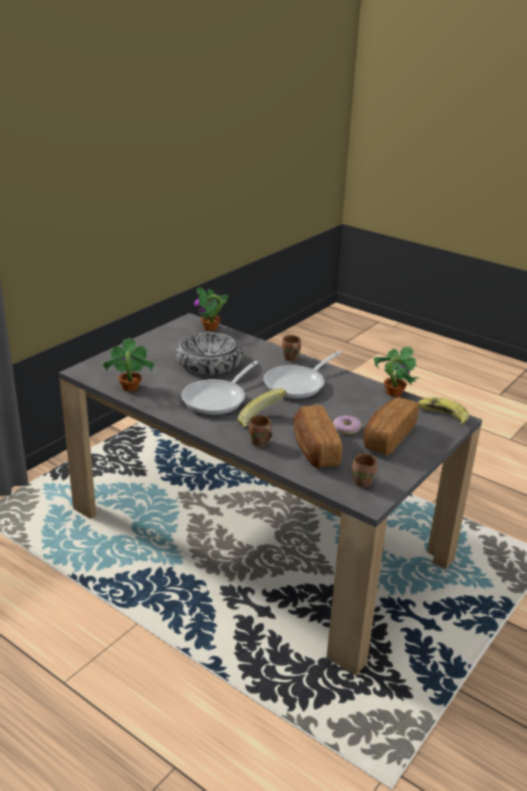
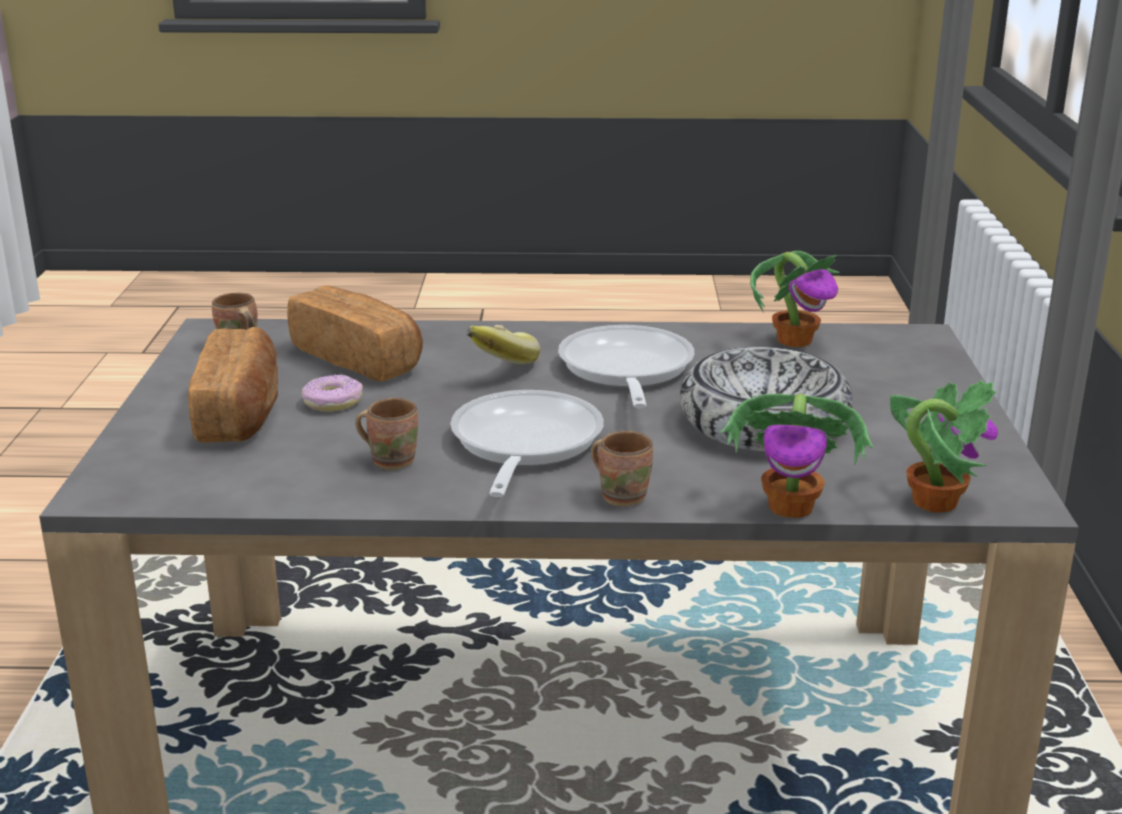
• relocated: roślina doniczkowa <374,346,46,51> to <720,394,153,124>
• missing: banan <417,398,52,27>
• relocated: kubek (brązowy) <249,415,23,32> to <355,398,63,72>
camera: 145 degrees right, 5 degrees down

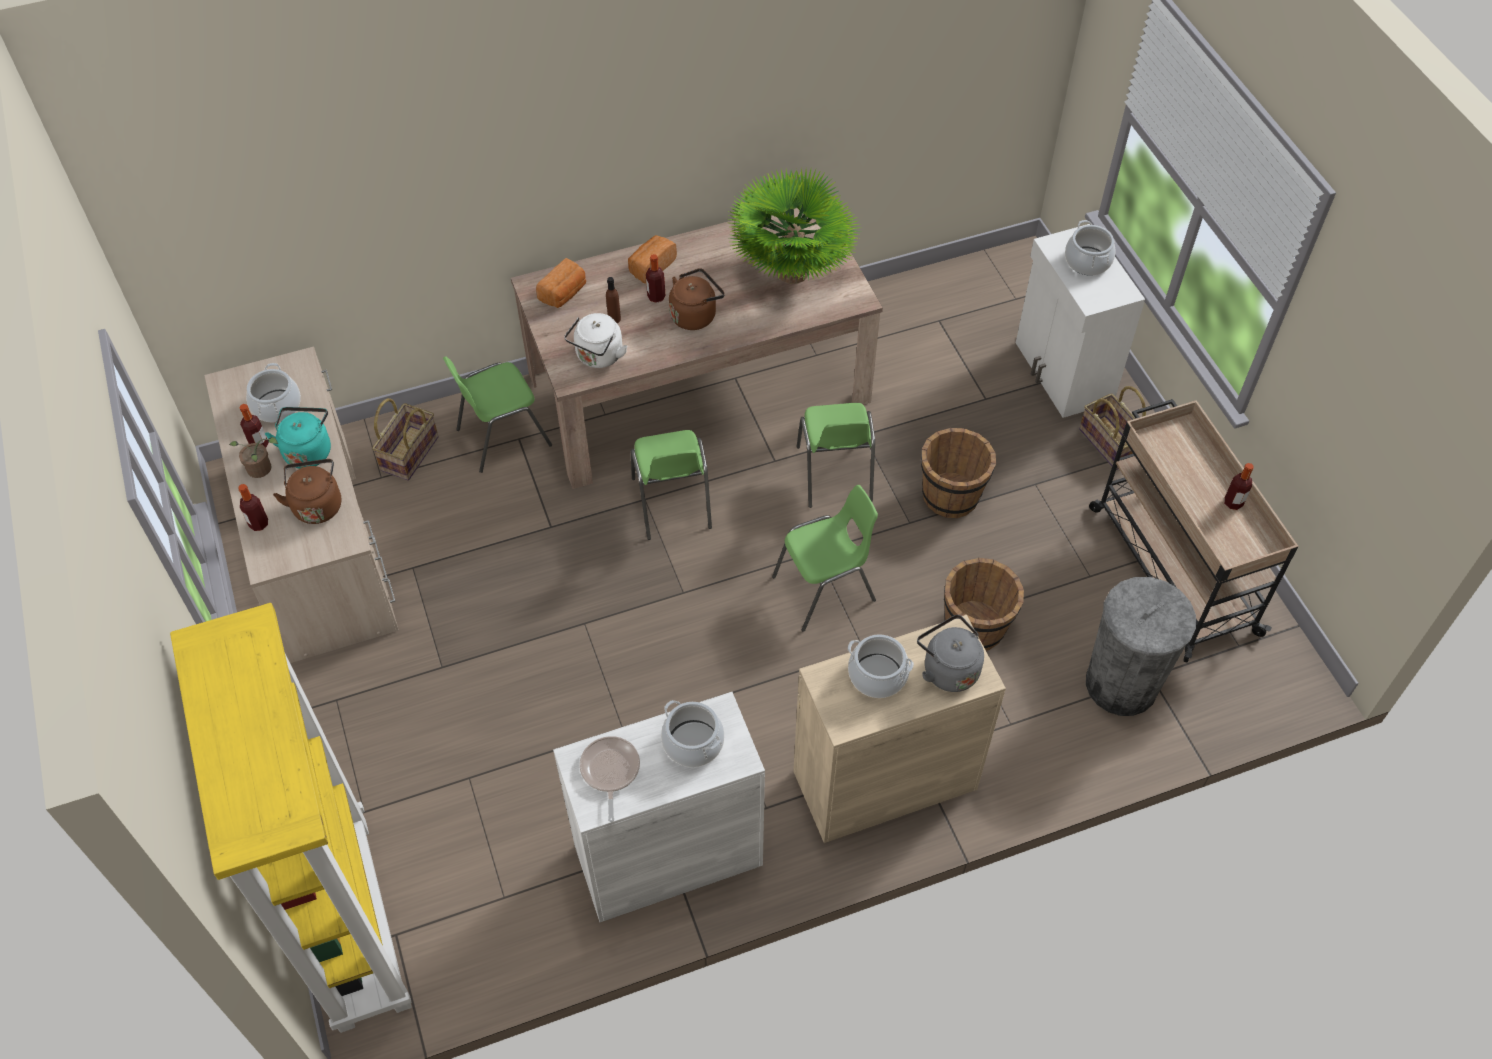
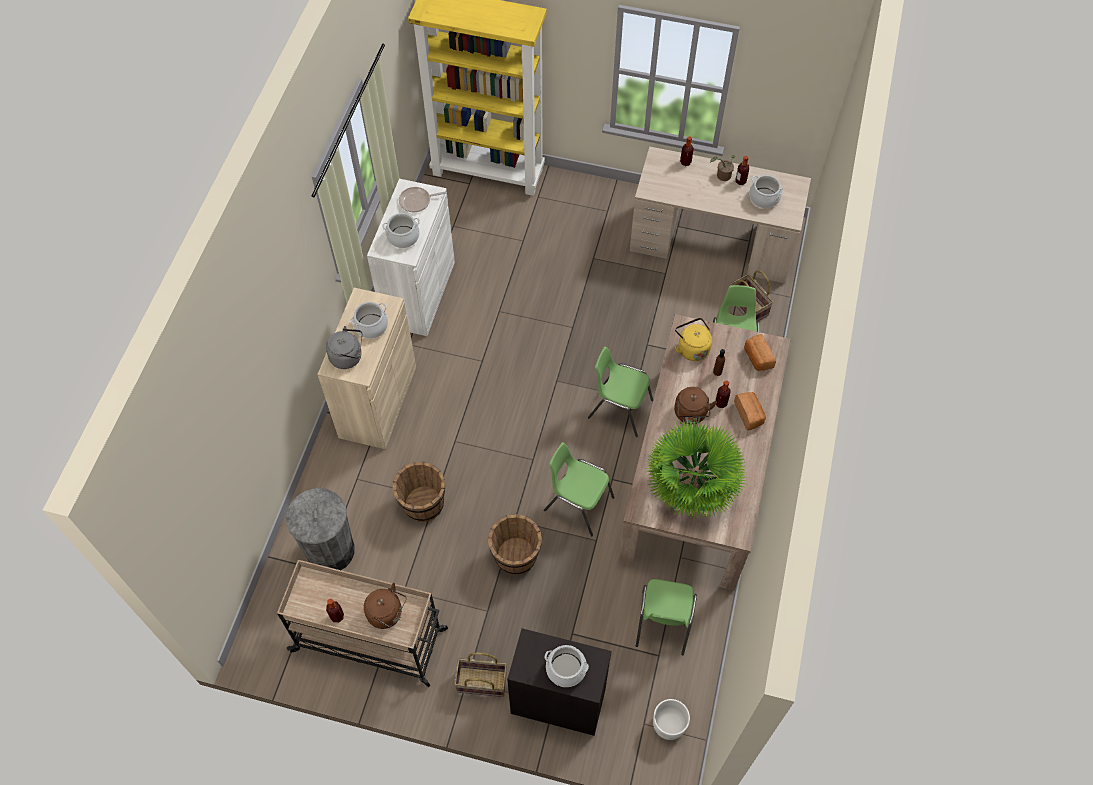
• colour: szafka (biały) <1016,223,129,195> to szafka (czarny) <507,628,105,108>
• colour: czajnik (biały) <564,313,63,55> to czajnik (żółty) <675,318,37,43>
• missing: czajnik (turkusowy) <265,407,66,62>
• relocated: czajnik (brązowy) <273,459,68,65> to <364,583,43,46>
• relocated: krzesło (zielony) <772,485,106,147> to <636,579,61,76>
• spun: patelnia <580,736,60,86> = <399,187,48,25> 135 degrees clockwise
• appeared: donica (biały) <653,699,37,41>
camera: 125 degrees right, 5 degrees up

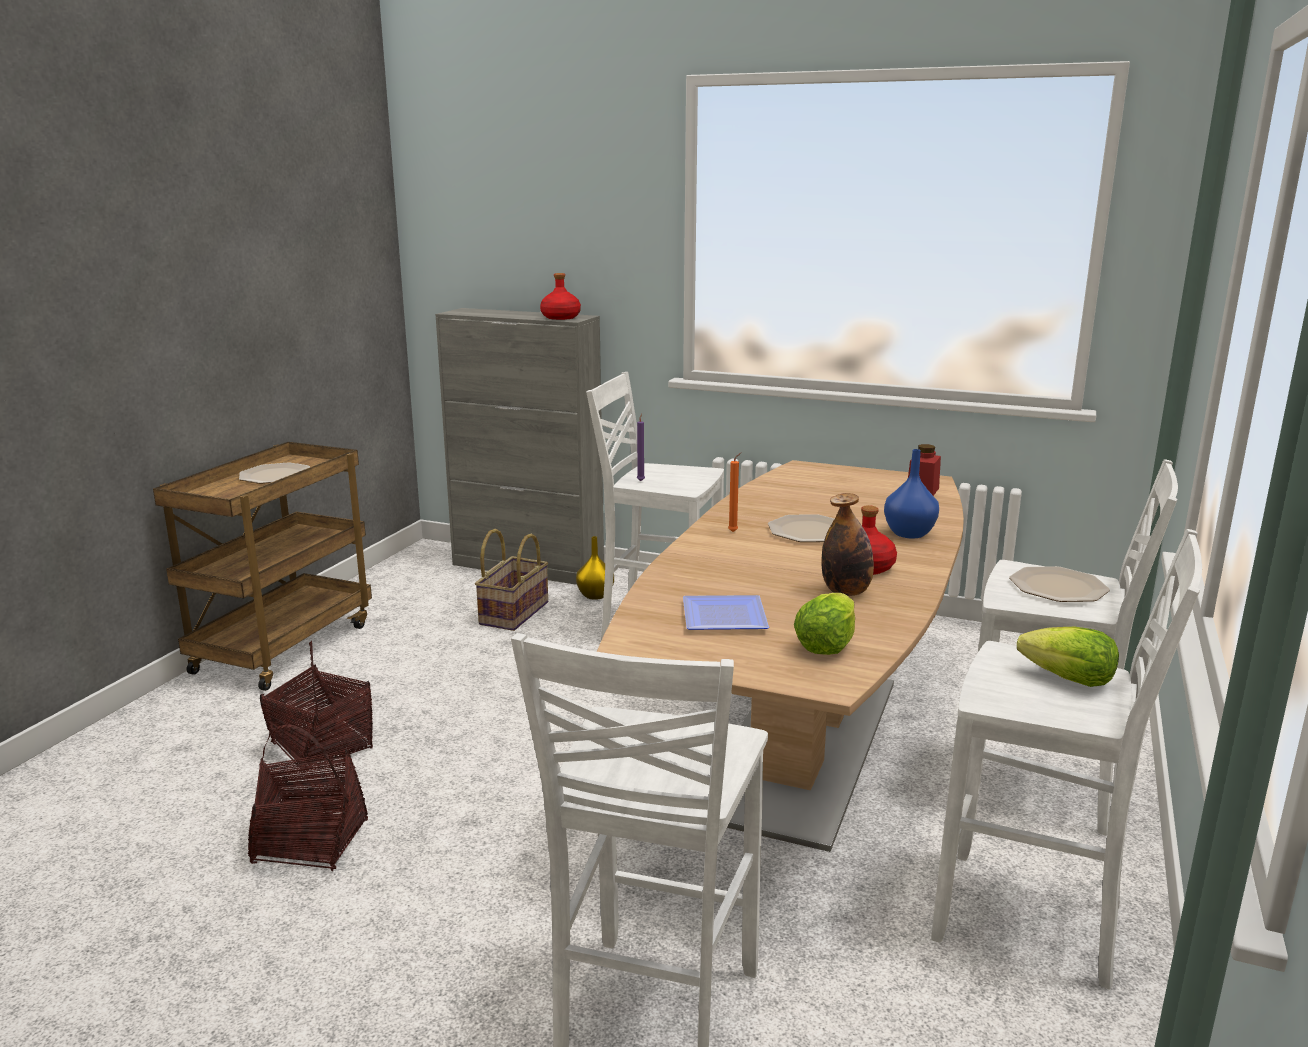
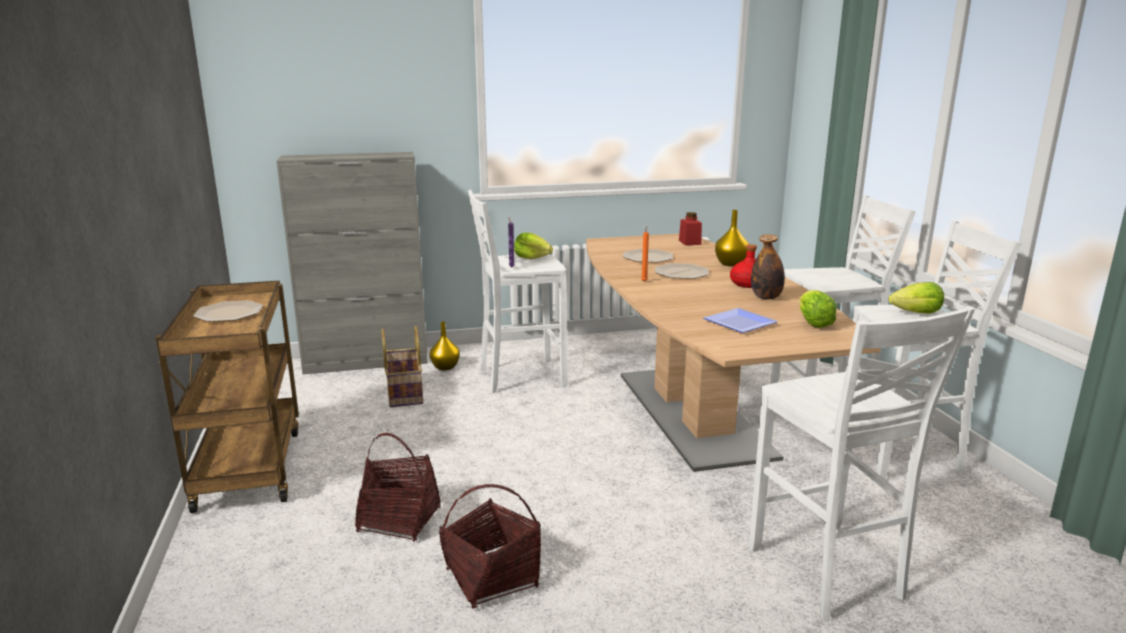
• missing: butelka (czerwony) <540,273,41,47>
• colour: wazon (niebieski) <884,449,55,89> to wazon (żółty) <715,210,34,57>
• relocated: talerz <1009,566,101,36> to <623,249,50,14>
• appeared: sałata <514,233,39,26>
camera: 35 degrees left, 0 degrees up

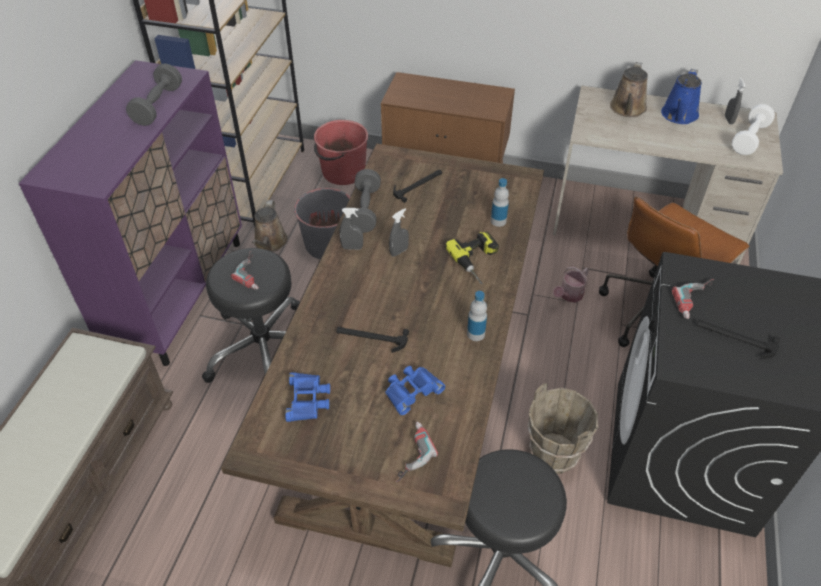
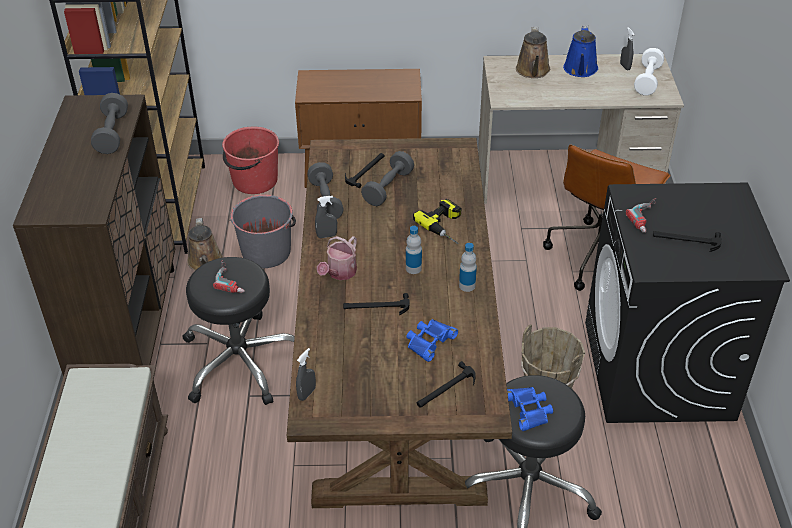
• colour: szafka (fioletowy) <19,60,223,306> to szafka (brązowy) <13,95,162,281>
• relocated: butelka <491,178,18,49> to <406,226,16,48>
• relocated: spryskiwacz (szary) <389,208,20,48> to <296,348,20,53>
• relocated: konewka <553,267,36,35> to <317,236,40,44>
• relocated: lornetka (niebieski) <285,372,45,50> to <507,387,46,44>
• exchanged: wiertarka <396,422,42,60> to młotek <416,361,60,47>
• appeared: hantel (szary) <361,151,53,55>
camera: 15 degrees left, 5 degrees down

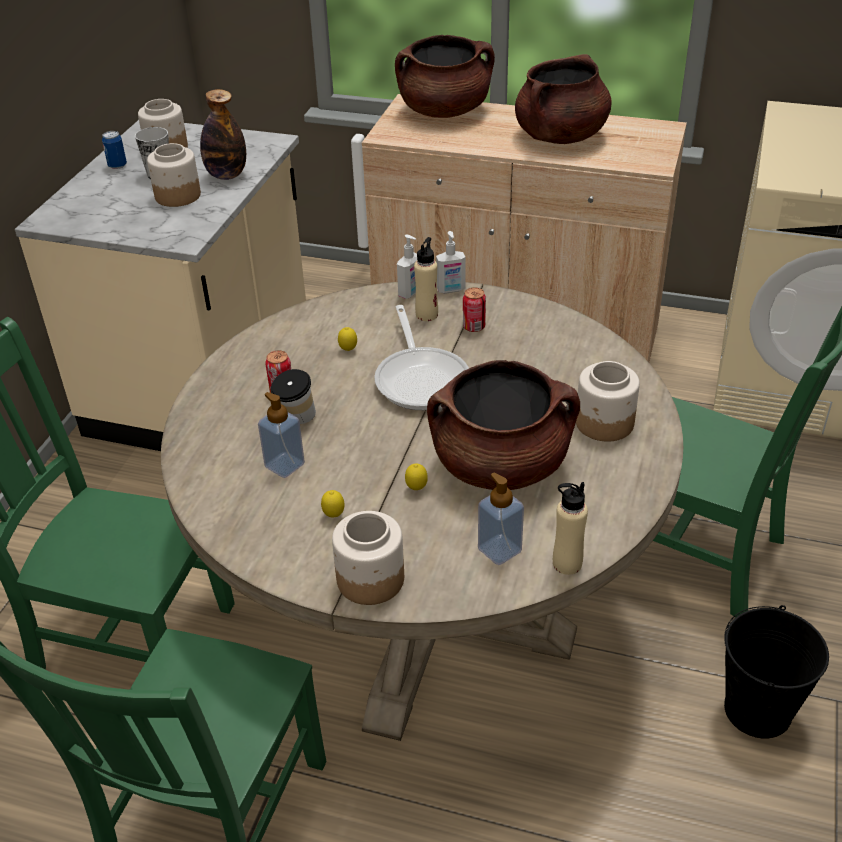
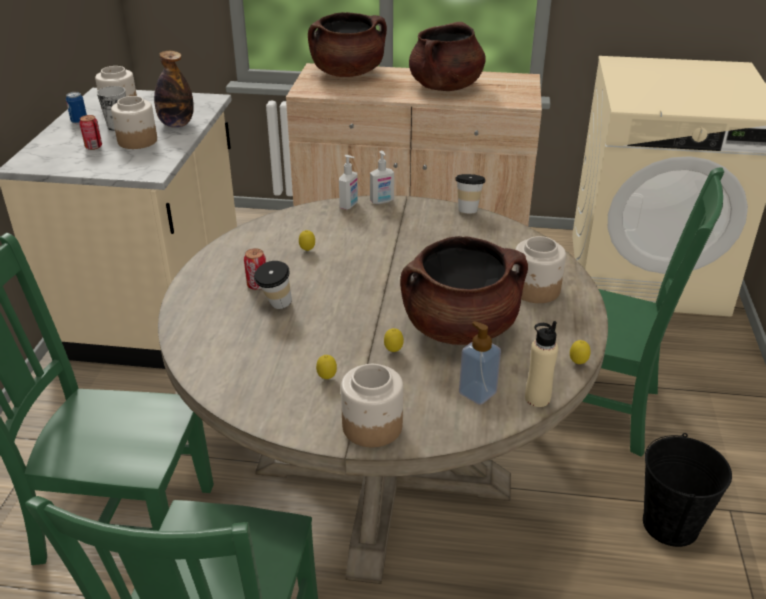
• missing: butelka (beżowy) <414,237,24,84>
• relocated: puszka <463,287,23,45> to <79,115,23,35>
• missing: patelnia <374,305,95,105>
• missing: dozownik mydła <258,392,47,86>
• appeared: filiżanka <455,174,31,39>
• appeared: cytryna <570,340,21,24>
camera: 10 degrees left, 5 degrees down

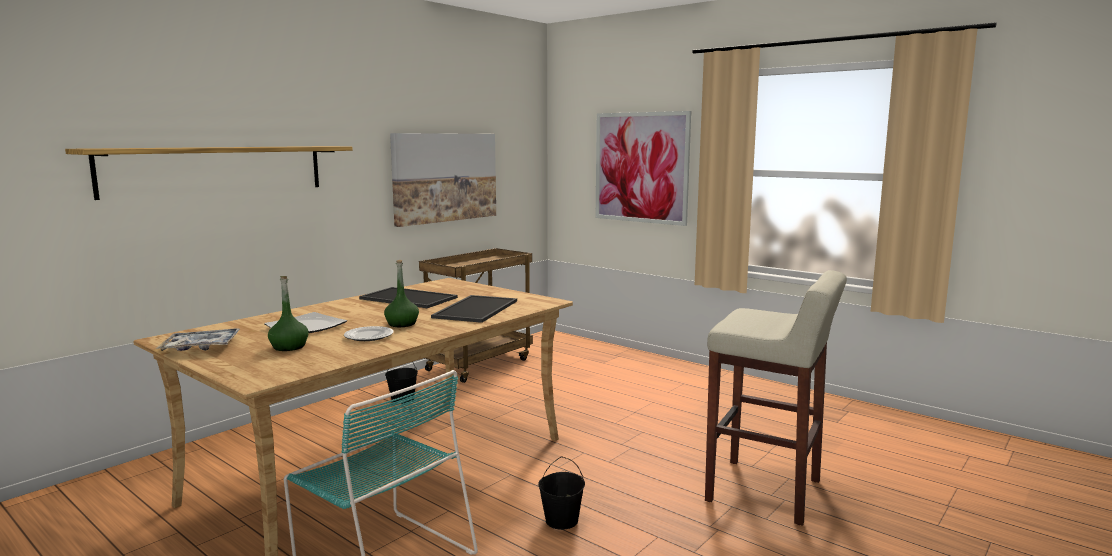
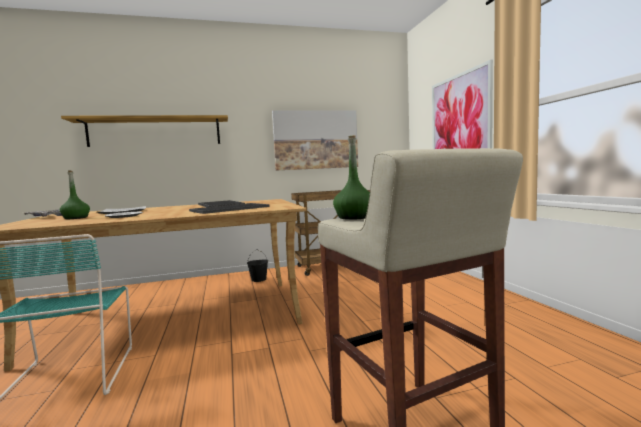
• relocated: butelka (zielony) <384,260,35,67> to <333,135,37,85>
• missing: wiadro (czarny) <538,456,47,74>
camera: 35 degrees right, 5 degrees down

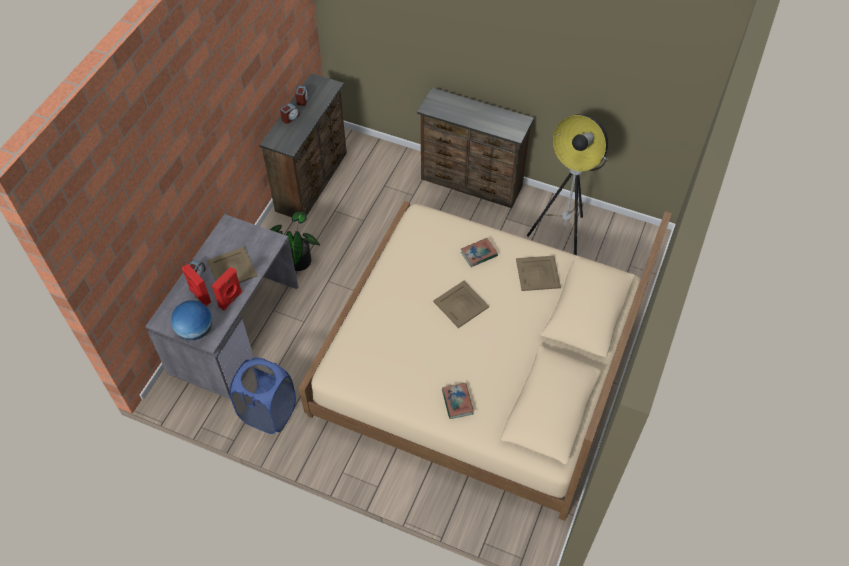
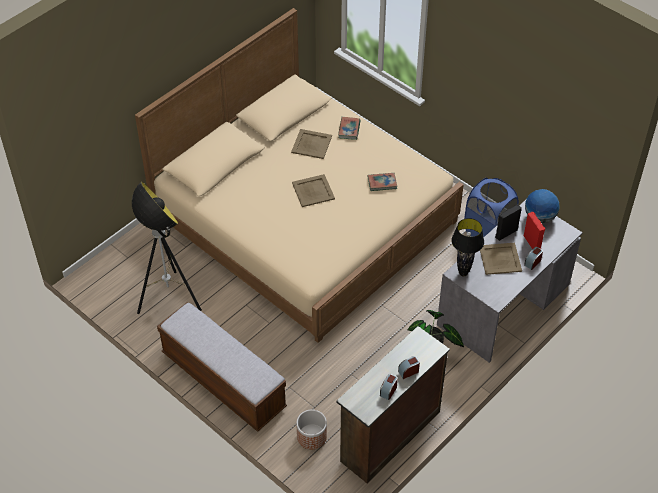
• exchanged: komoda (brązowy) <417,88,117,120> to ławka <157,302,130,130>
• relocated: książka <461,238,37,29> to <368,173,29,18>
• relocated: taca (beżowy) <516,256,45,35> to <291,129,41,30>
• colour: głośnik (czerwony) <212,267,30,44> to głośnik (czarny) <495,204,27,37>
• appeared: lampa stołowa (czarny) <451,218,33,58>
• appeared: donica <296,410,31,39>
camera: 160 degrees left, 5 degrees down

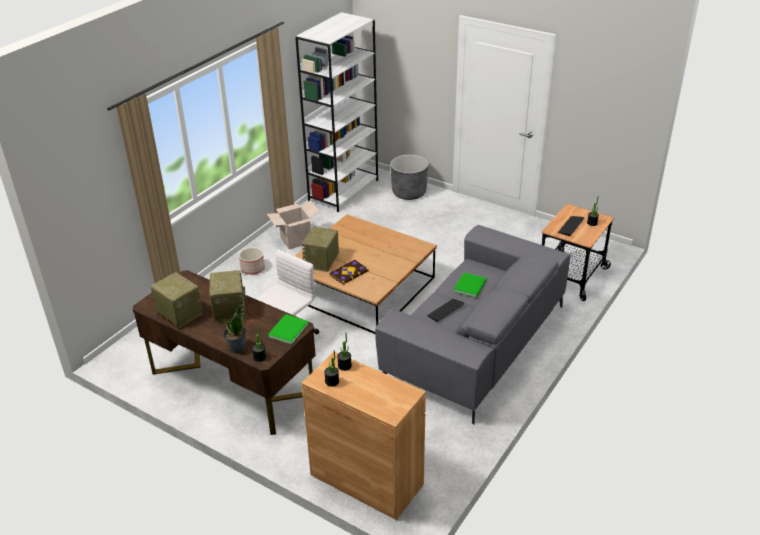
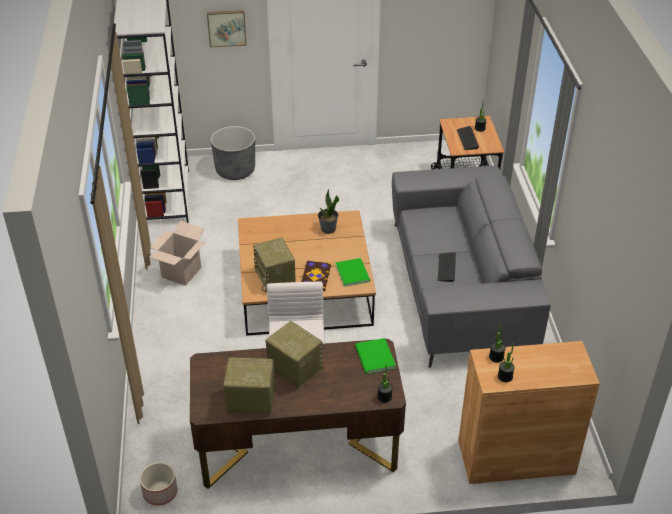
• relocated: donica <239,247,26,28> to <140,462,37,44>
• relocated: książka (zielony) <454,273,33,24> to <336,258,34,29>
• relocated: roślina doniczkowa <223,305,23,48> to <318,189,21,45>
• appeared: obraz <207,10,40,37>
camera: 40 degrees left, 5 degrees up

